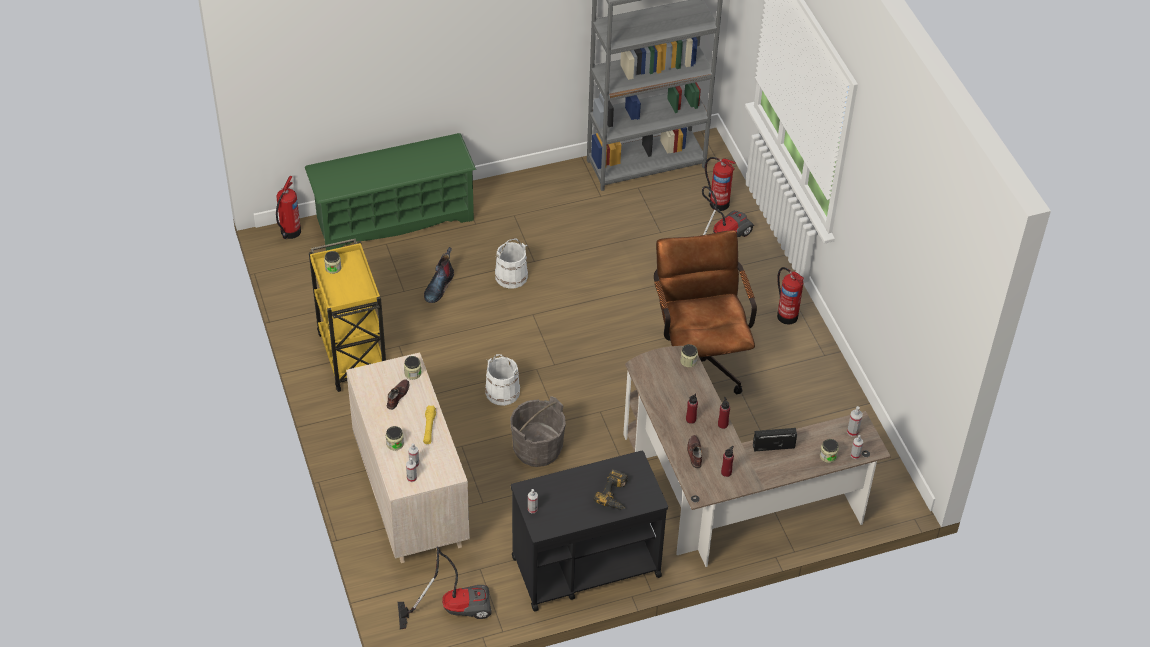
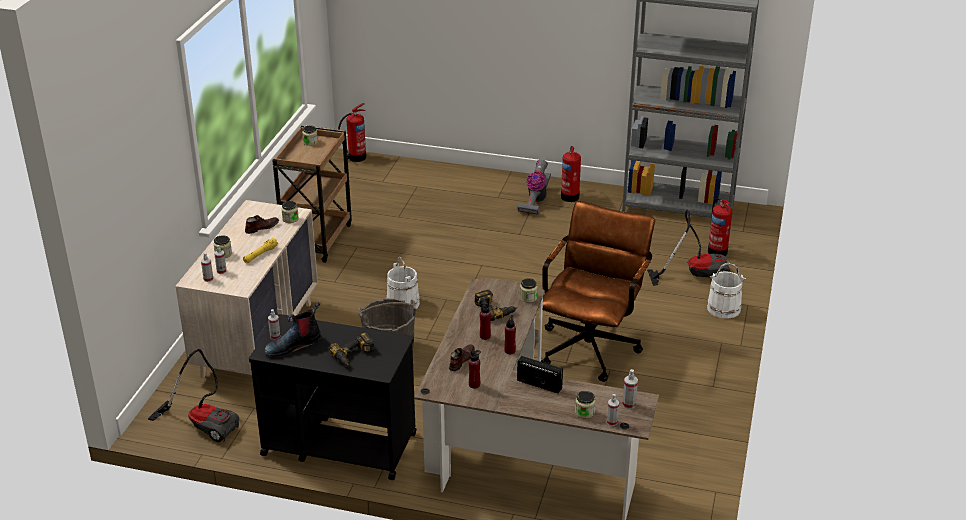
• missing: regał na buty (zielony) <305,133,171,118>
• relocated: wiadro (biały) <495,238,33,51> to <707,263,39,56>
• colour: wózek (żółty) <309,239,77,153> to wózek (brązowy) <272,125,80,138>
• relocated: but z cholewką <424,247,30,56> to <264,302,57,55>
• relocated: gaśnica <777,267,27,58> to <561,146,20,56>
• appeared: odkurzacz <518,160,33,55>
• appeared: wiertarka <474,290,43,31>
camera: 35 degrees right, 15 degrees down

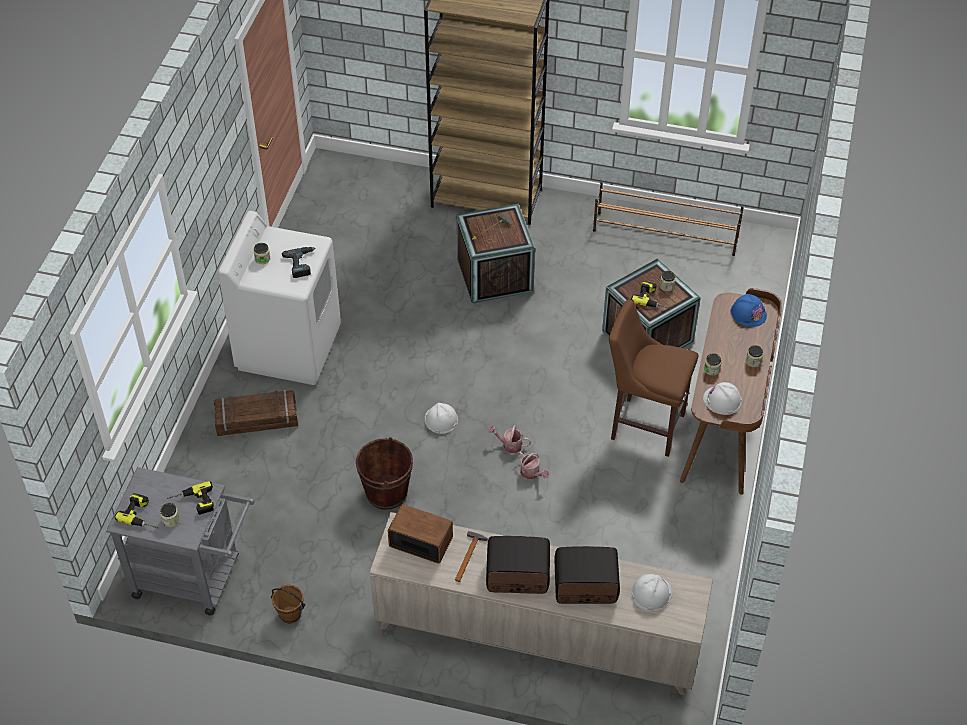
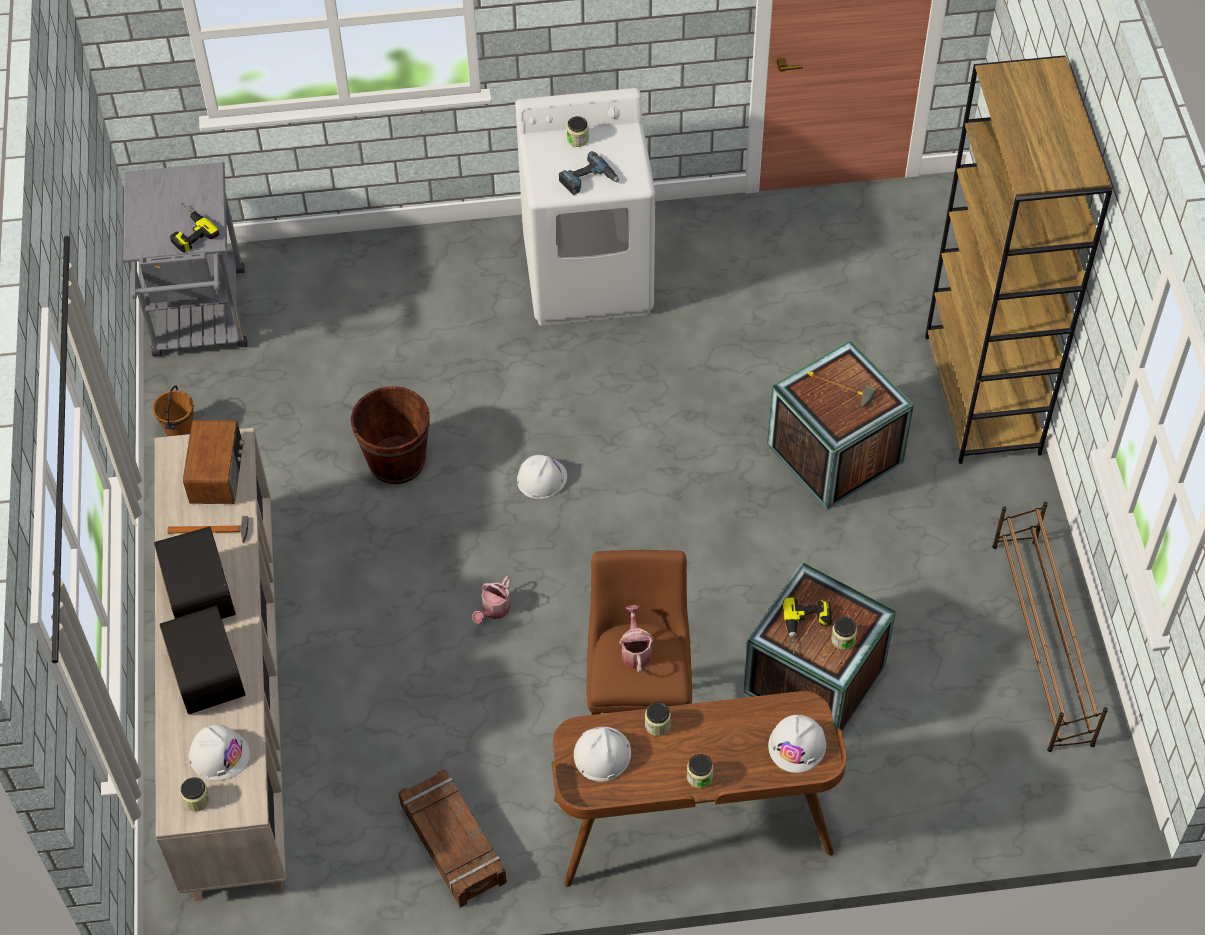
• colour: kask (niebieski) <731,294,36,33> to kask (biały) <768,715,58,58>
• relocated: skrzynka <213,390,85,46> to <398,769,109,138>
• relocated: konewka <488,425,43,28> to <619,605,35,68>
• missing: wiertarka <114,493,44,36>
• relocated: słoik <160,503,20,24> to <181,777,29,35>
camera: 70 degrees right, 5 degrees up

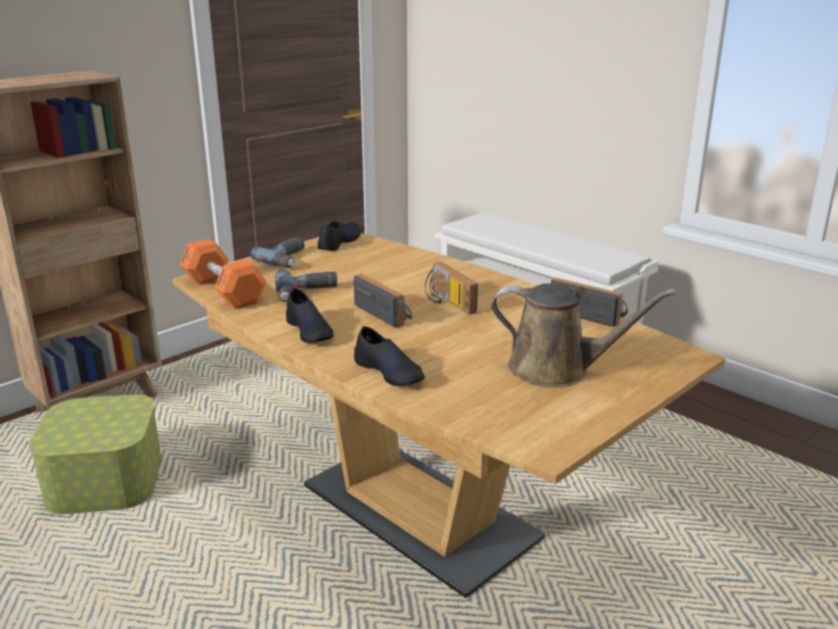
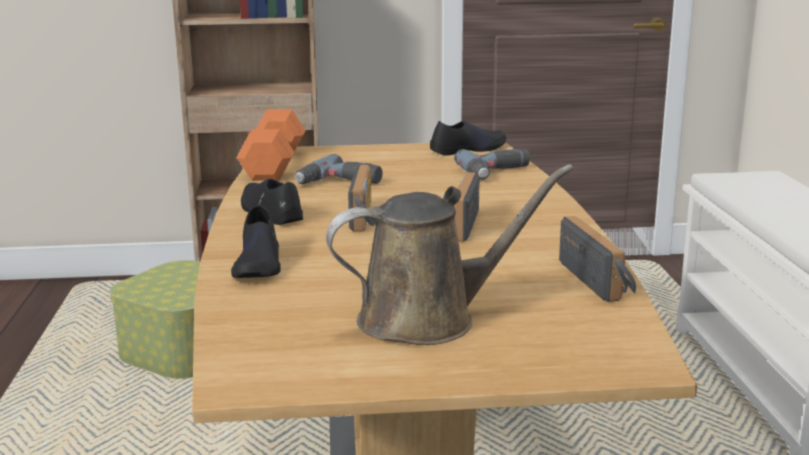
• relocated: wiertarka <250,237,55,31> to <454,149,76,31>
• spun: konewka (brązowy) <491,283,185,105> = <326,164,248,181> 75 degrees counterclockwise
• spun: but (czarny) <286,288,48,55> = <241,179,62,46> 135 degrees clockwise
camera: 40 degrees right, 5 degrees down

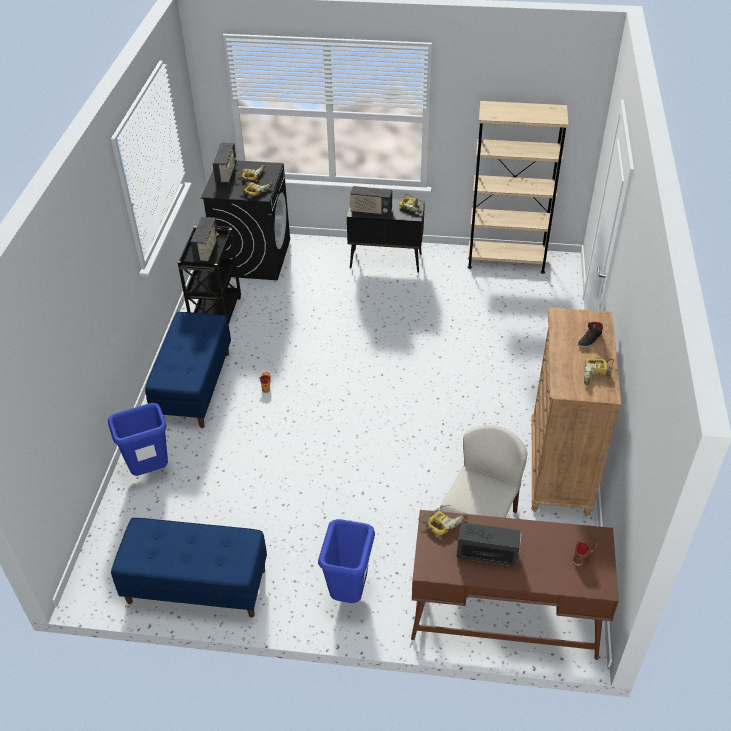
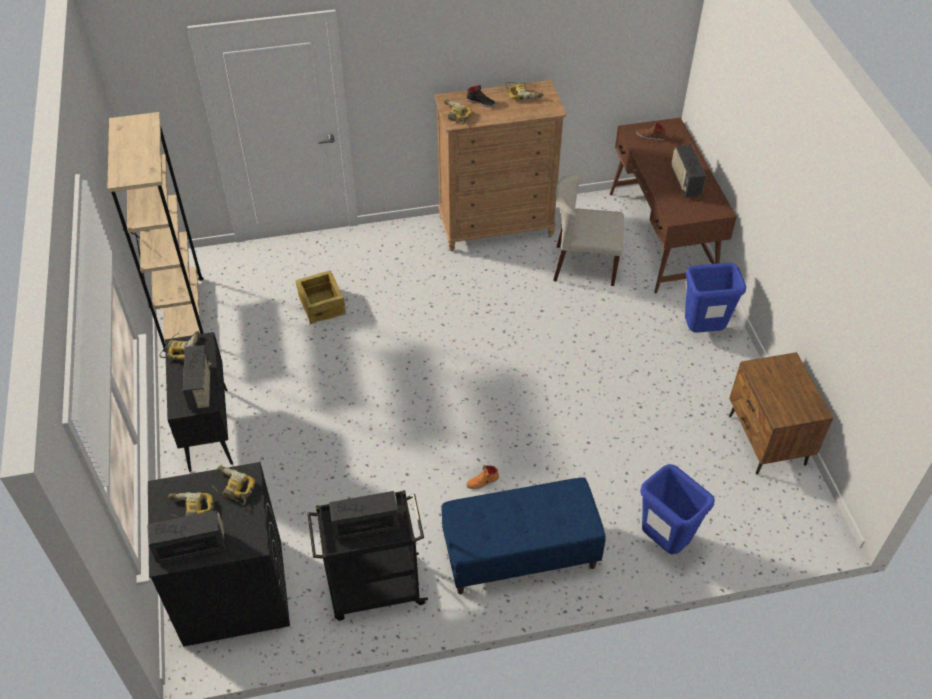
• relocated: wiertarka <418,505,50,30> to <439,99,33,25>
• exchanged: ławka (niebieski) <111,518,156,100> to szafka nocna (brązowy) <729,352,104,122>
• appeared: skrzynka <296,270,50,54>
camera: 110 degrees left, 5 degrees up

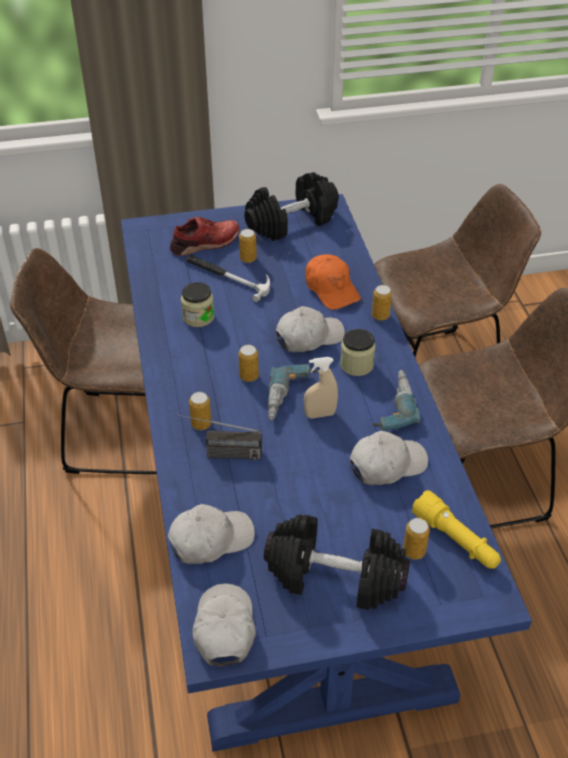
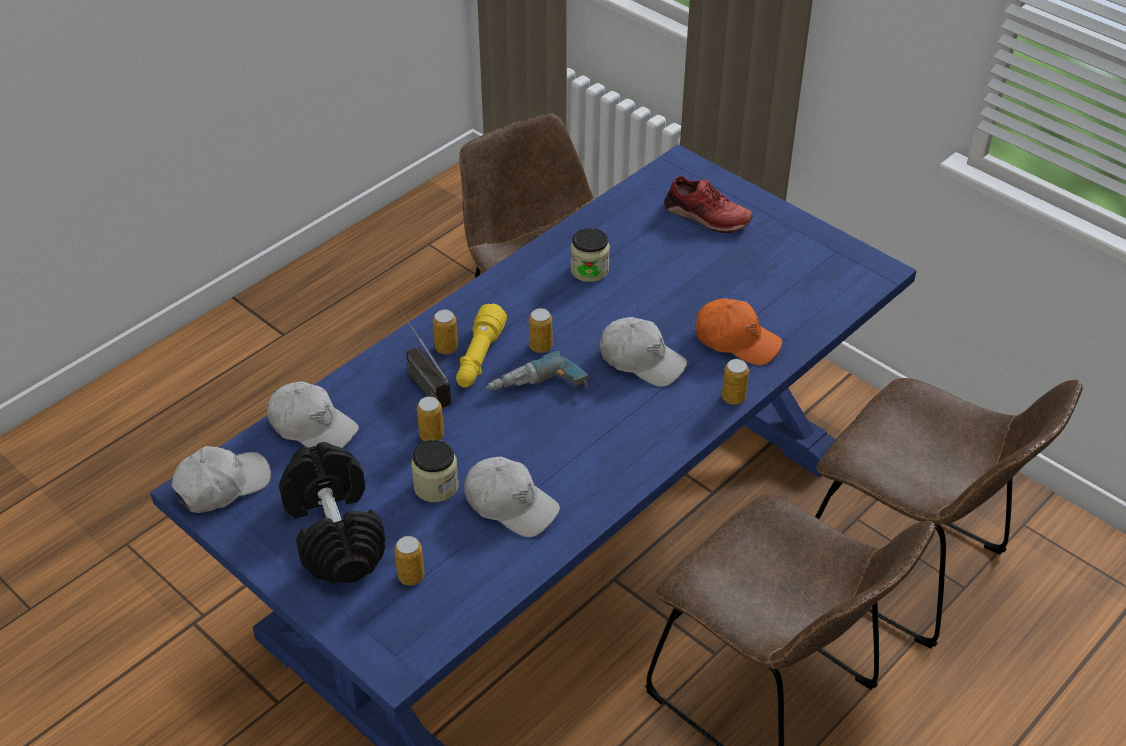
• missing: hantel (czarny) <244,172,95,69>
• relocated: puszka <239,229,18,34> to <417,396,27,45>
• spun: czapka z daszkiem (pomarańczowy) <305,254,56,56> = <696,298,86,67> 90 degrees counterclockwise
• missing: młotek <186,255,84,47>
• relocated: słoik <340,329,36,47> to <411,440,48,62>
• missing: spryskiwacz (beżowy) <304,357,34,62>
• missing: wiertarka <373,370,47,61>
• relocated: latarka (żółty) <412,490,89,79> to <456,303,51,84>
camera: 55 degrees right, 0 degrees up

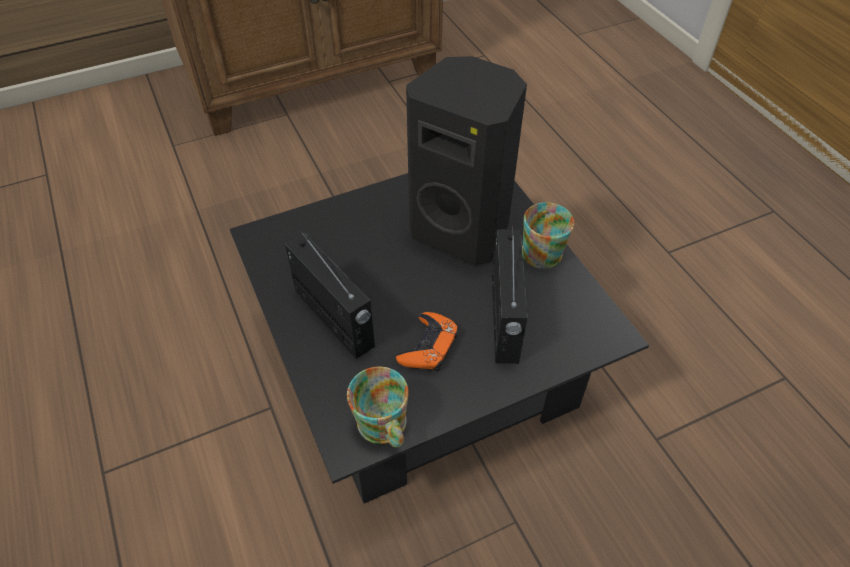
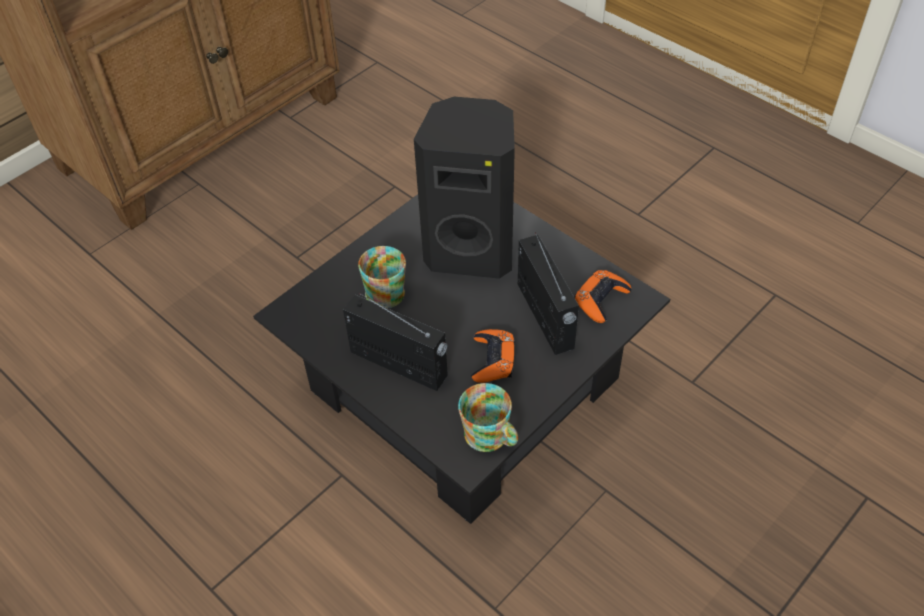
• relocated: kubek <522,202,52,67> to <358,246,48,62>
• appeared: pad do gier (pomarańczowy) <574,270,57,53>
camera: 20 degrees left, 0 degrees up

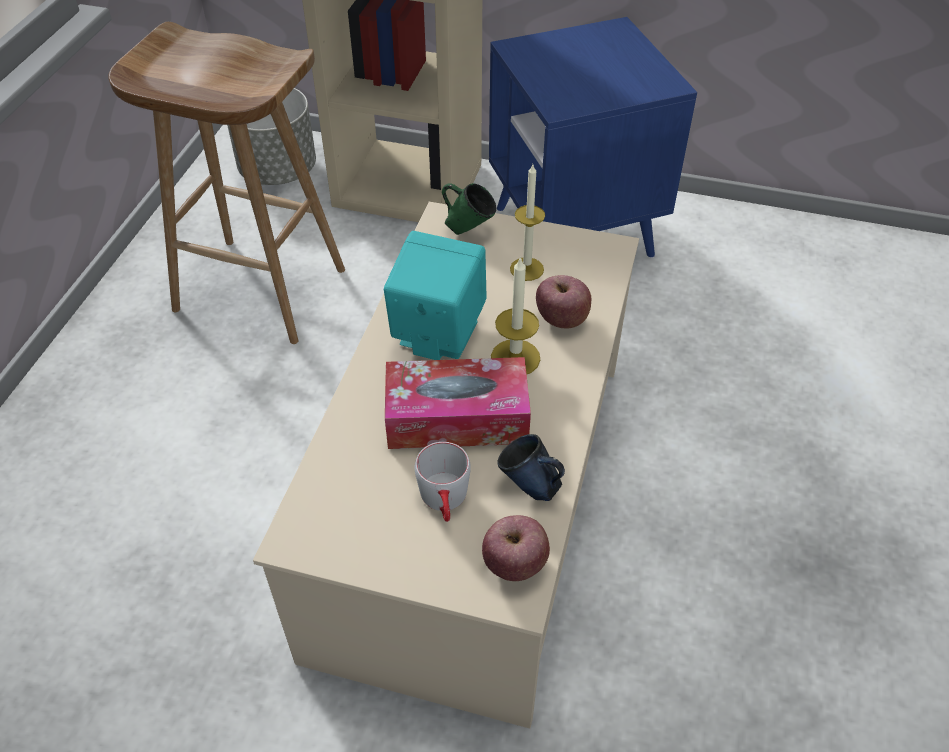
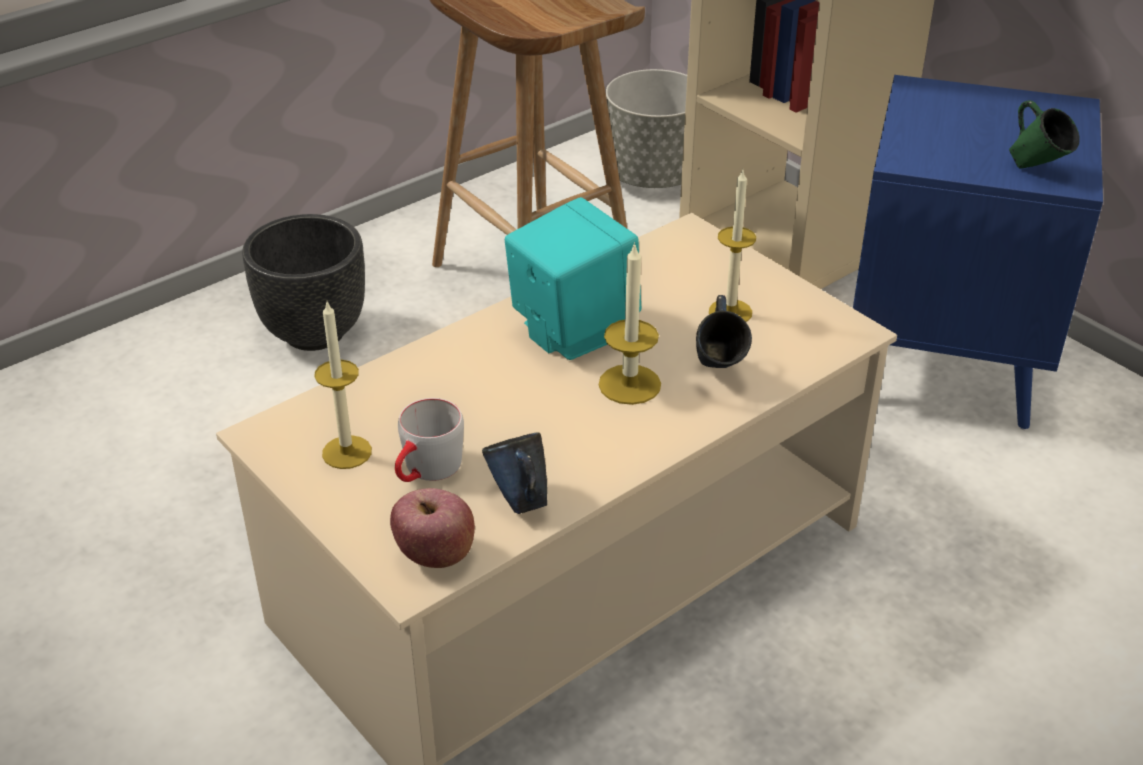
• relocated: kubek (zielony) <442,183,54,52> to <1009,100,71,68>
• exchanged: jabłko <536,275,55,54> to kubek (niebieski) <696,295,56,73>
• missing: pudełko chusteczek <385,357,146,92>
• appeared: donica (czarny) <242,214,123,137>
• appeared: świeca <314,302,58,167>
camera: 35 degrees right, 10 degrees down

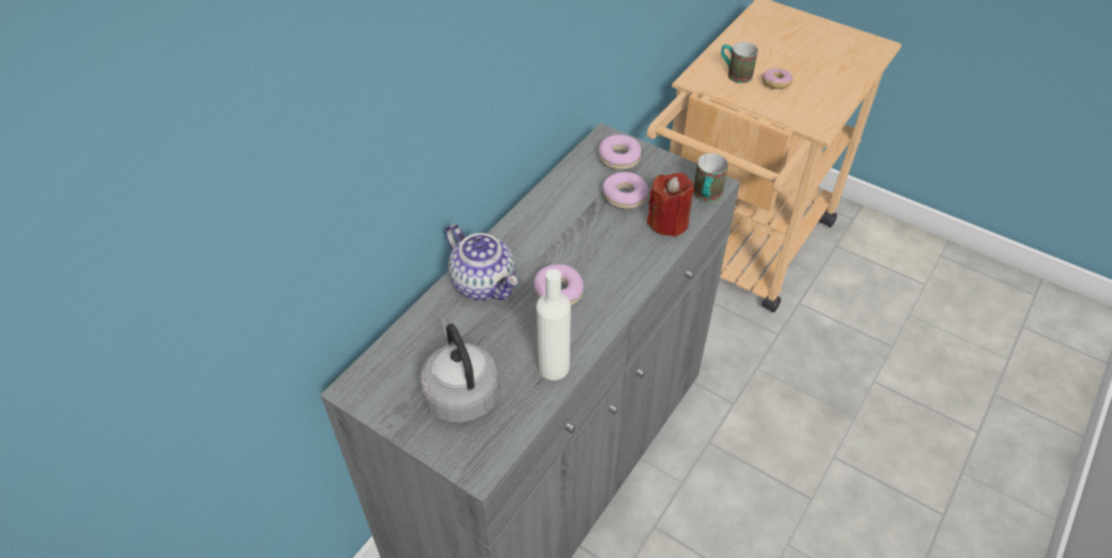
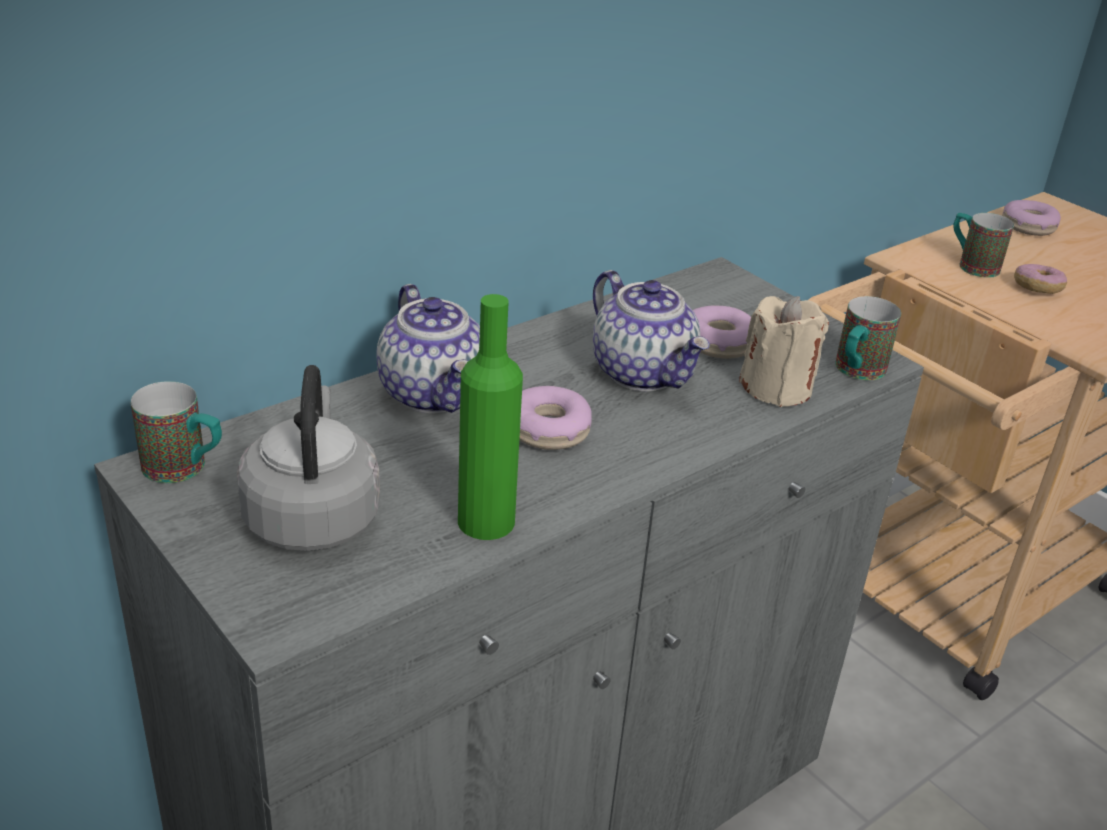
• relocated: donut <599,135,42,35> to <1002,200,59,36>
• colour: świeca (czerwony) <647,172,47,65> to świeca (beżowy) <739,296,90,111>
• colour: butelka (biały) <536,269,35,111> to butelka (zielony) <458,294,65,246>
• appeared: imbryk <593,270,117,121>
• appeared: kubek <131,381,91,102>
camera: 15 degrees right, 15 degrees down

